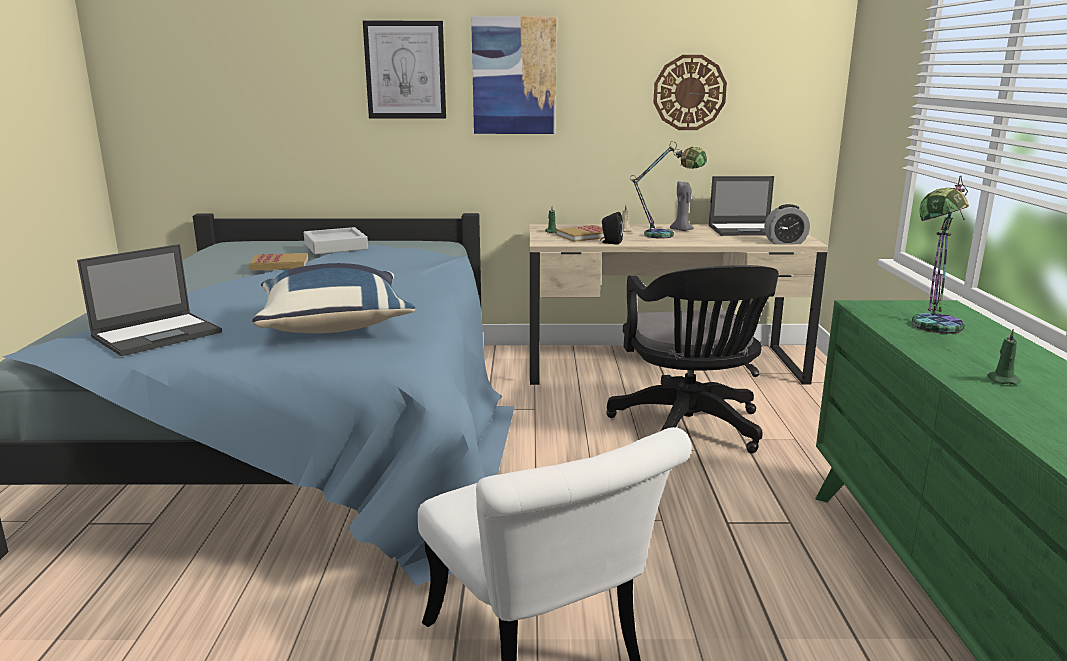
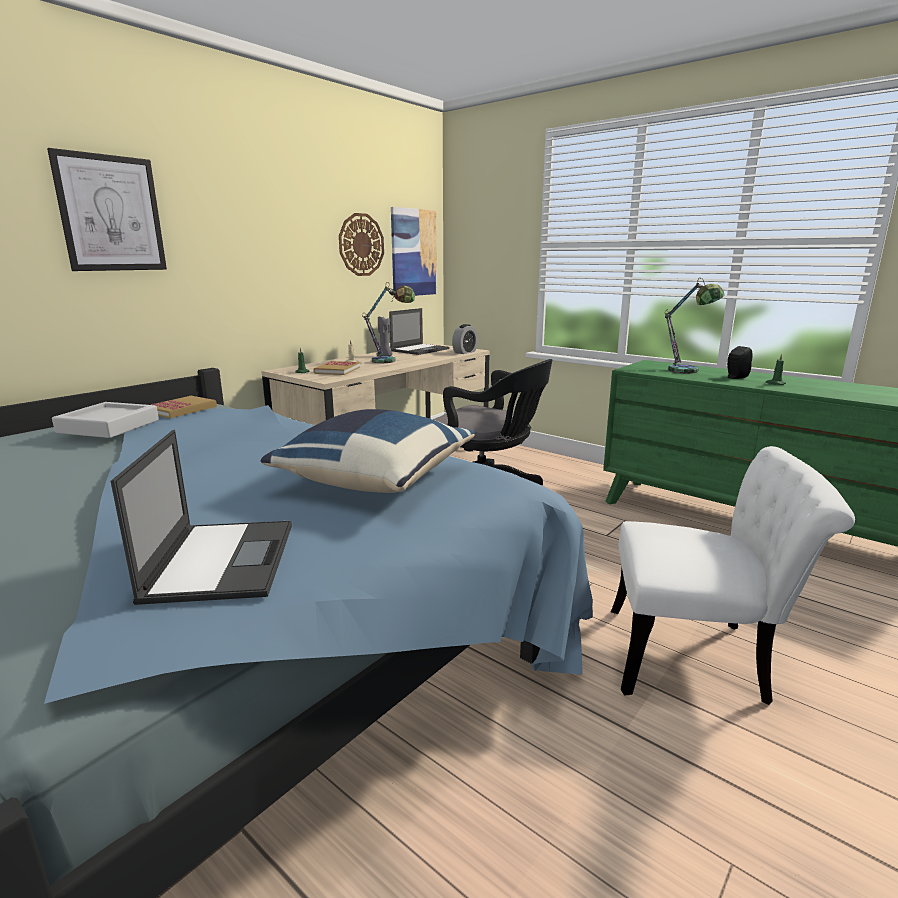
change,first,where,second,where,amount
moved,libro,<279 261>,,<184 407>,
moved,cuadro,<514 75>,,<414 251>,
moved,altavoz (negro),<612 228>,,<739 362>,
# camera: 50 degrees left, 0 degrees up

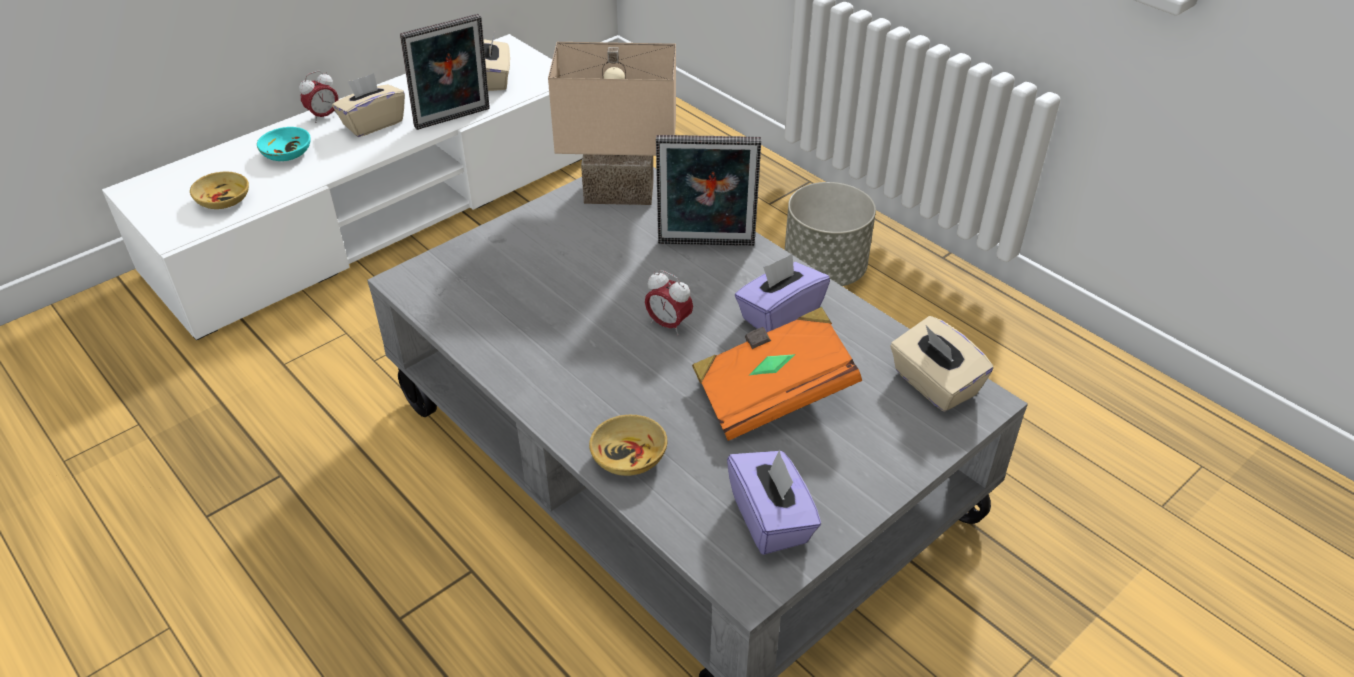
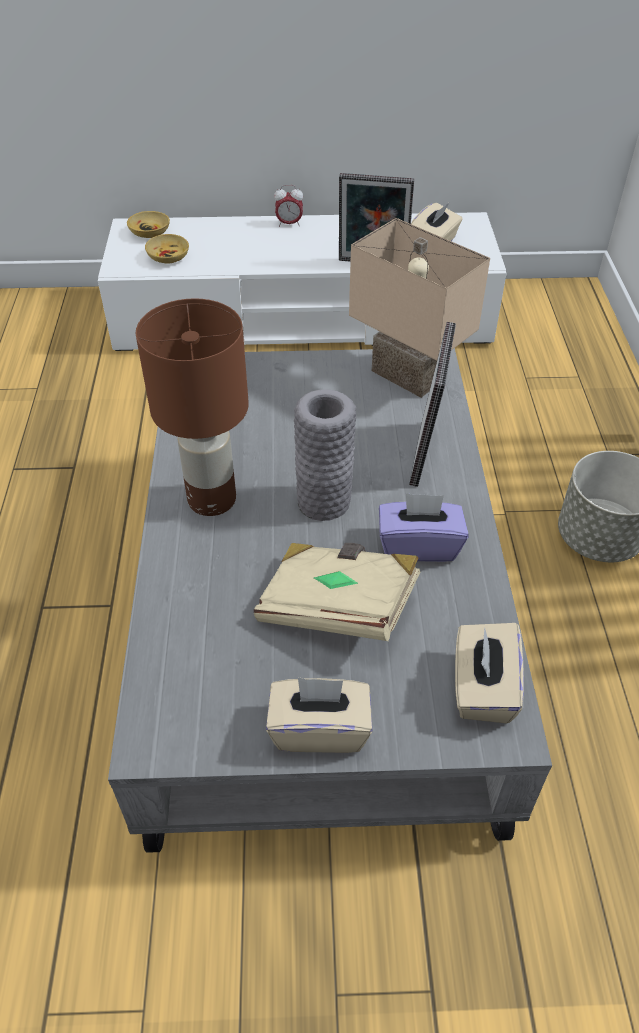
change,first,where,second,where,amount
removed,cuenco (turquesa),<284 144>,,,
removed,caja de pañuelos (morado),<774 502>,,,
added,,,lámpara de mesa (marrón),<192 407>,
moved,caja de pañuelos (beis),<368 105>,,<319 715>,
moved,cuenco (beis),<628 445>,,<148 224>,
replaced,despertador,<669 302>,florero (gris),<325 455>,
recoloured,libro (naranja),<777 374>,libro (beis),<337 592>,
turned,portarretratos,<708 190>,,<432 404>,120 degrees counterclockwise
# camera: 40 degrees right, 5 degrees up

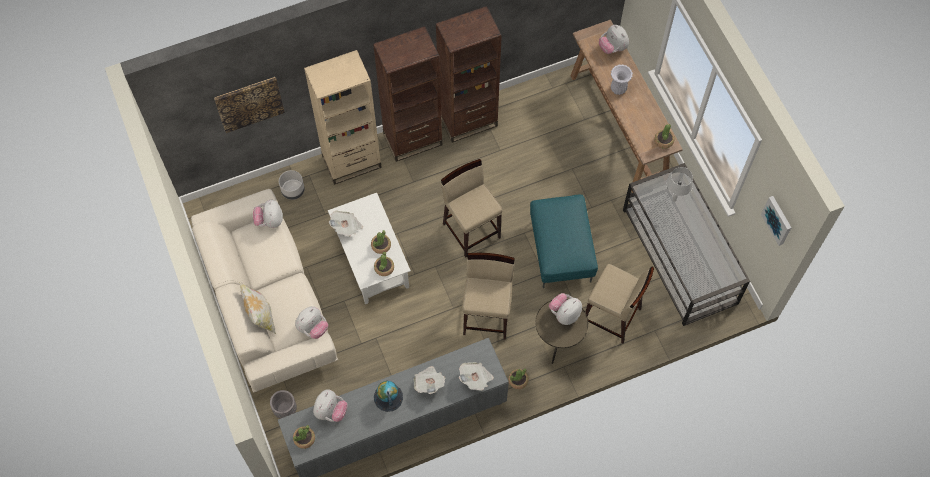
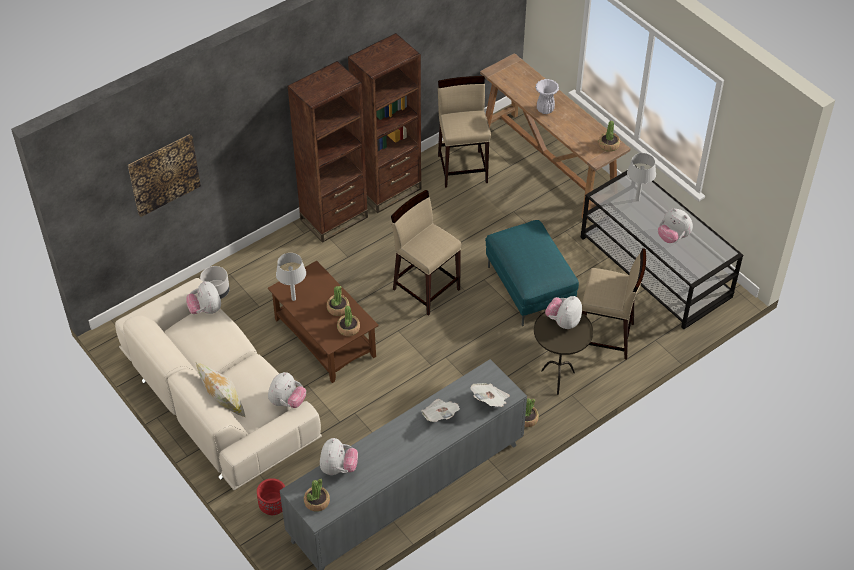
change,first,where,second,where,amount
removed,estantería (beis),<343 117>,,,
removed,globo terráqueo,<388 396>,,,
removed,cuadro,<776 221>,,,
moved,taburete (beis),<488 296>,,<464 132>,
moved,peluche,<614 39>,,<675 225>,
replaced,periódico,<346 224>,lámpara de mesa (gris),<291 277>,
recoloured,maceta (gris),<283 404>,maceta (rojo),<271 496>,
recoloured,mesa de centro (blanco),<369 248>,mesa de centro (marrón),<323 322>,
# camera: 15 degrees left, 15 degrees down

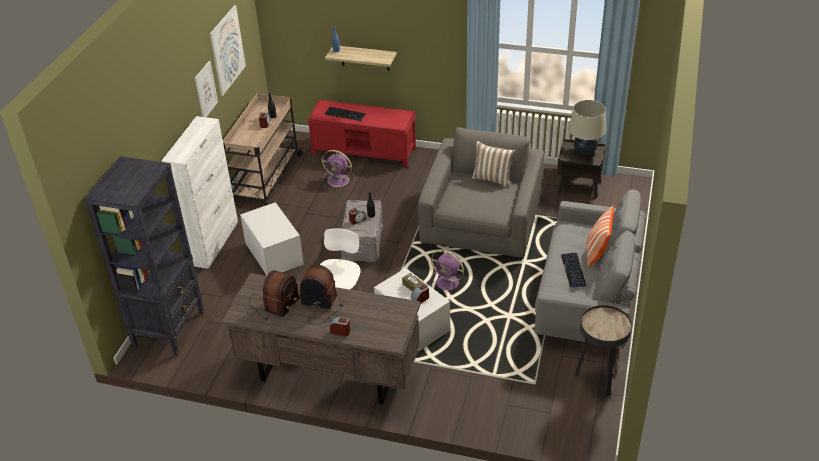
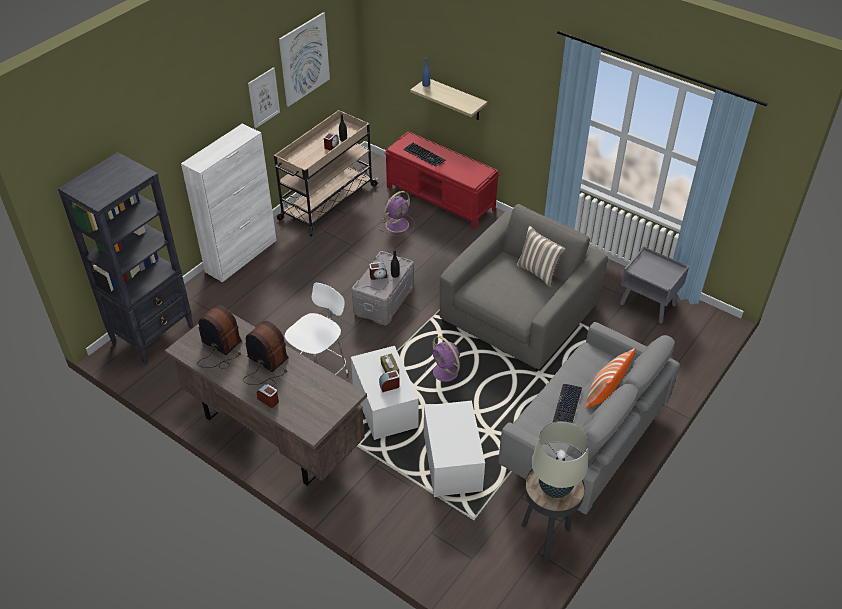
change,first,where,second,where,amount
moved,caja de almacenaje (blanco),<272 238>,,<454 449>,
moved,lámpara de mesa (beis),<587 128>,,<560 459>,
recoloured,mesita de noche (marrón),<581 168>,mesita de noche (gris),<654 285>,
turned,radio,<273 295>,,<219 337>,105 degrees counterclockwise
turned,ventilador (morado),<338 170>,,<397 213>,90 degrees counterclockwise
# camera: 20 degrees right, 5 degrees up

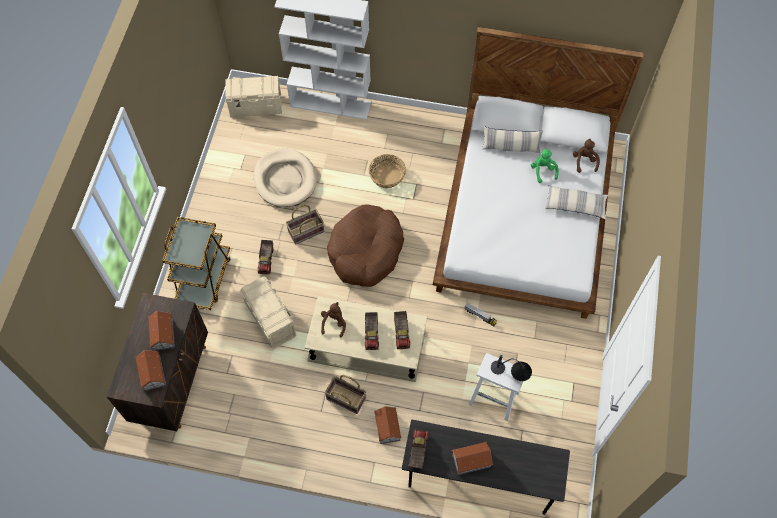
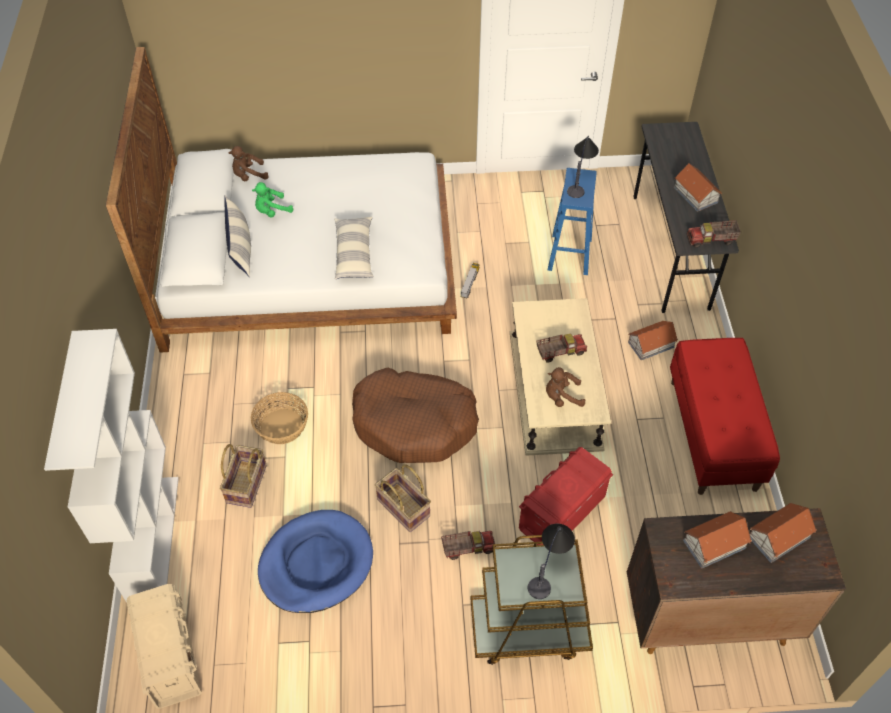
change,first,where,second,where,amount
removed,camión de juguete,<402 330>,,,
added,,,lámpara de mesa,<551 561>,
added,,,banco (rojo),<725 416>,
moved,cesta,<345 394>,,<243 476>,
moved,cojín,<576 202>,,<354 248>,
recoloured,caja de almacenaje (beis),<268 312>,caja de almacenaje (rojo),<566 496>,
recoloured,cama para perro (beis),<285 177>,cama para perro (azul),<315 561>,
recoloured,taburete (blanco),<496 387>,taburete (azul),<572 221>,
# camera: 105 degrees left, 10 degrees down

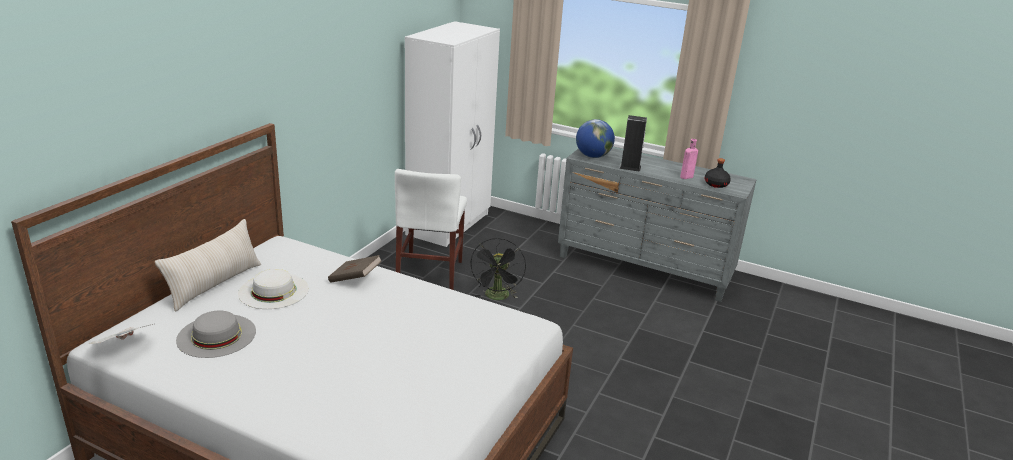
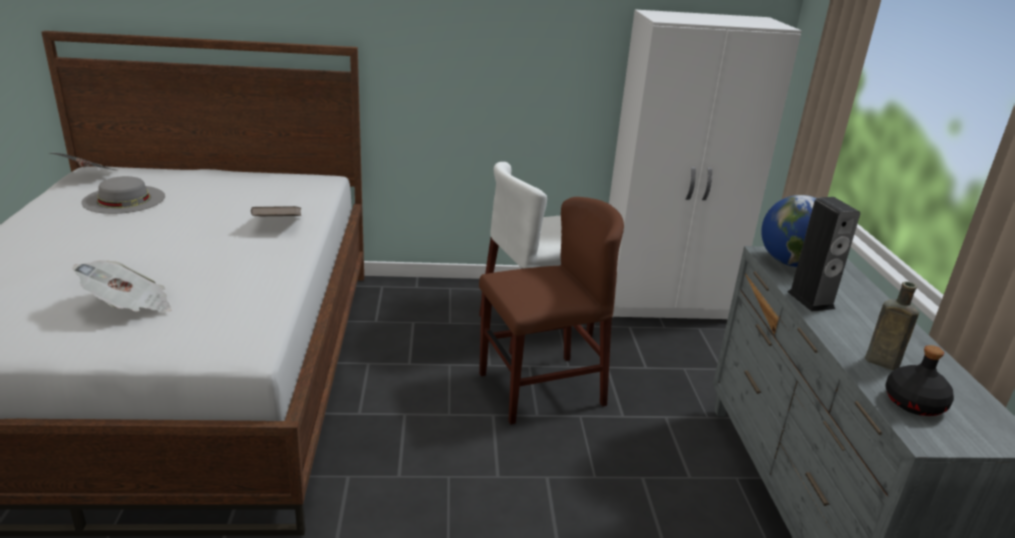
change,first,where,second,where,amount
removed,cojín (beis),<208 265>,,,
removed,sombrero (blanco),<273 289>,,,
added,,,periódico,<122 286>,
replaced,ventilador (negro),<498 269>,silla (marrón),<551 311>,
recoloured,botella (rosa),<689 159>,botella (marrón),<892 325>,
# camera: 60 degrees right, 0 degrees up

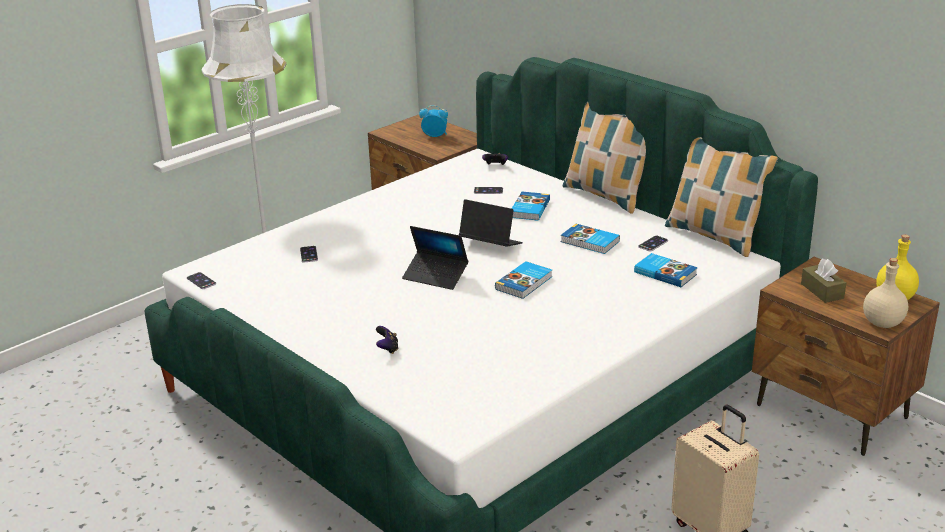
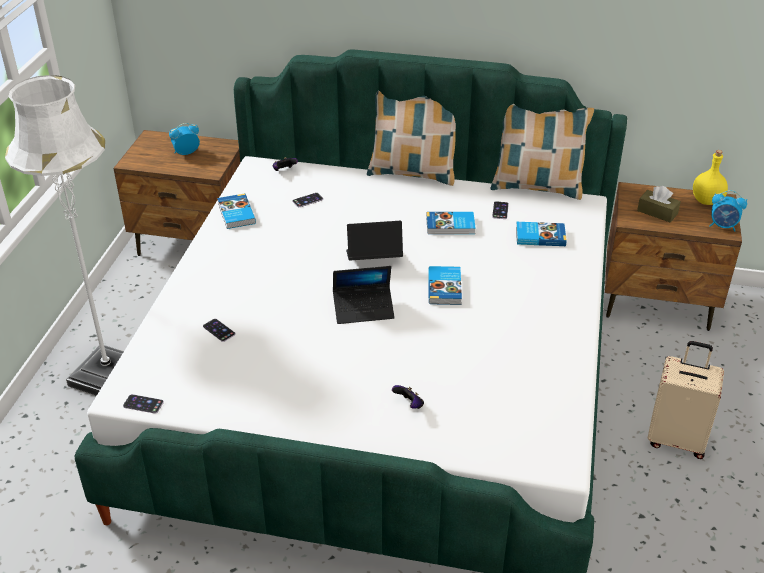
change,first,where,second,where,amount
moved,libro,<531 206>,,<236 211>,
replaced,botella (beis),<885 293>,despertador,<728 211>,
# camera: 35 degrees left, 10 degrees up

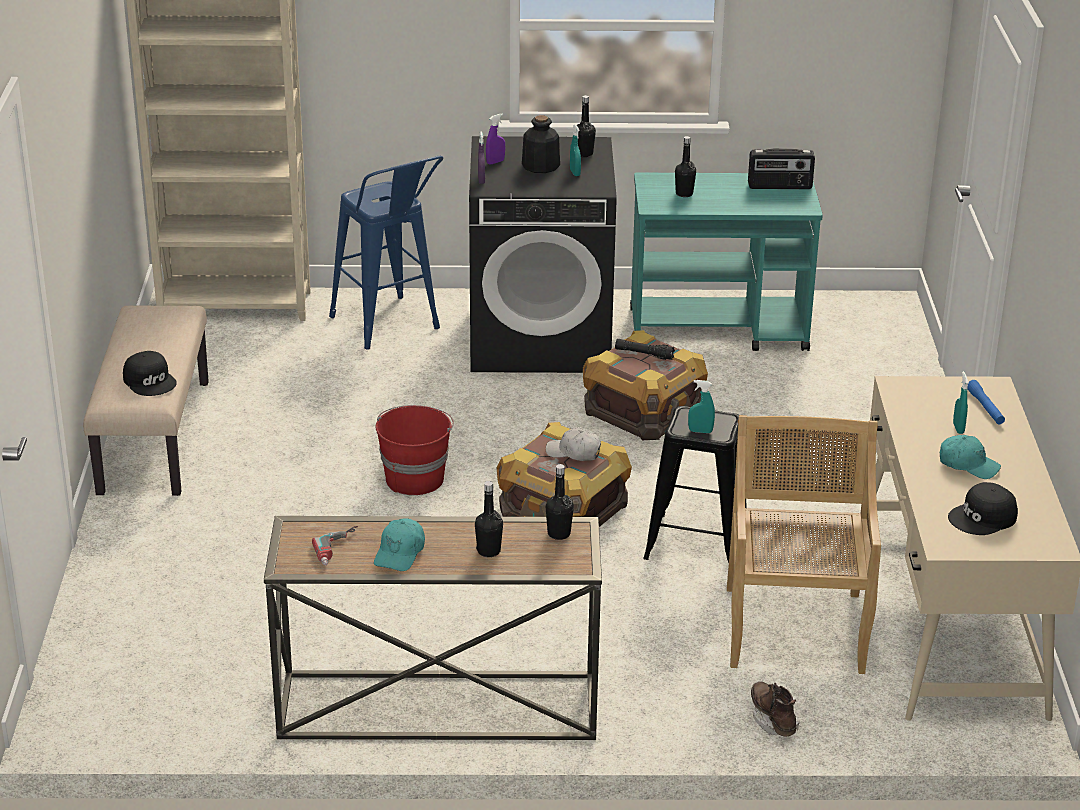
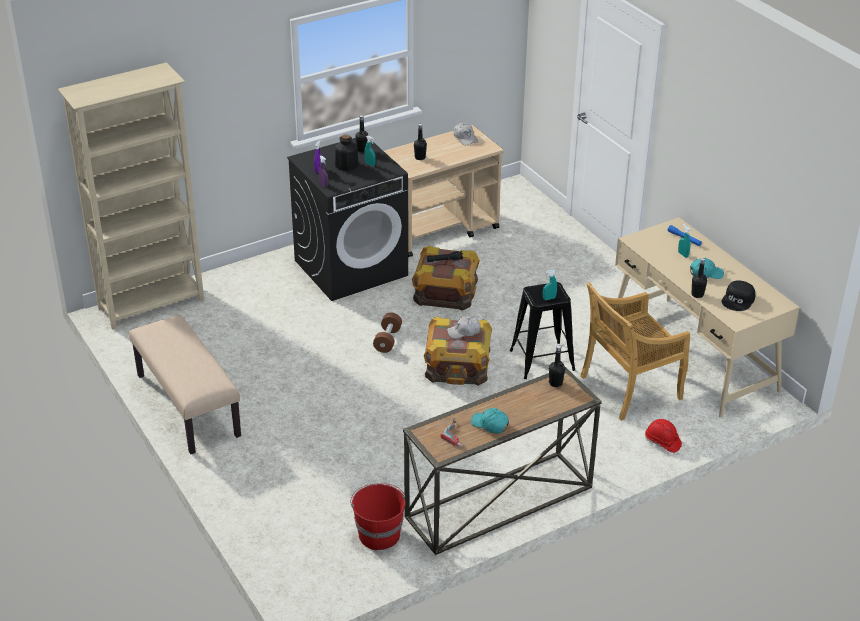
change,first,where,second,where,amount
removed,gorra (negro),<150 373>,,,
removed,taburete (azul),<386 252>,,,
added,,,mancuerna (marrón),<387 332>,
moved,cubo (rojo),<415 450>,,<378 516>,
moved,botella (negro),<489 519>,,<699 278>,
replaced,radio,<781 168>,gorra (blanco),<466 134>,
replaced,bota (marrón),<775 709>,casco (rojo),<663 436>,
recoloured,carrito (turquesa),<726 262>,carrito (beis),<443 191>,
turned,gorra (turquesa),<399 545>,,<490 421>,135 degrees clockwise
turned,silla (beis),<804 544>,,<635 351>,90 degrees counterclockwise
# camera: 30 degrees left, 5 degrees up

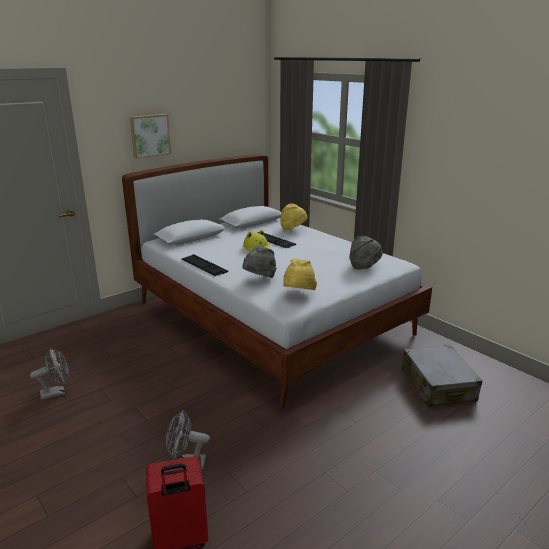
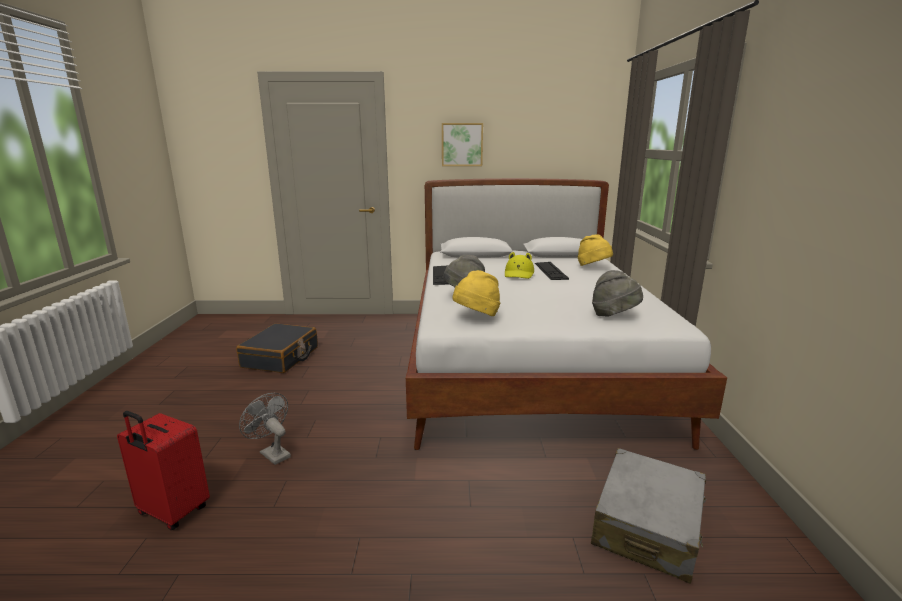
change,first,where,second,where,amount
replaced,ventilador (gris),<49 374>,maleta (negro),<277 348>,
# camera: 40 degrees right, 5 degrees down

